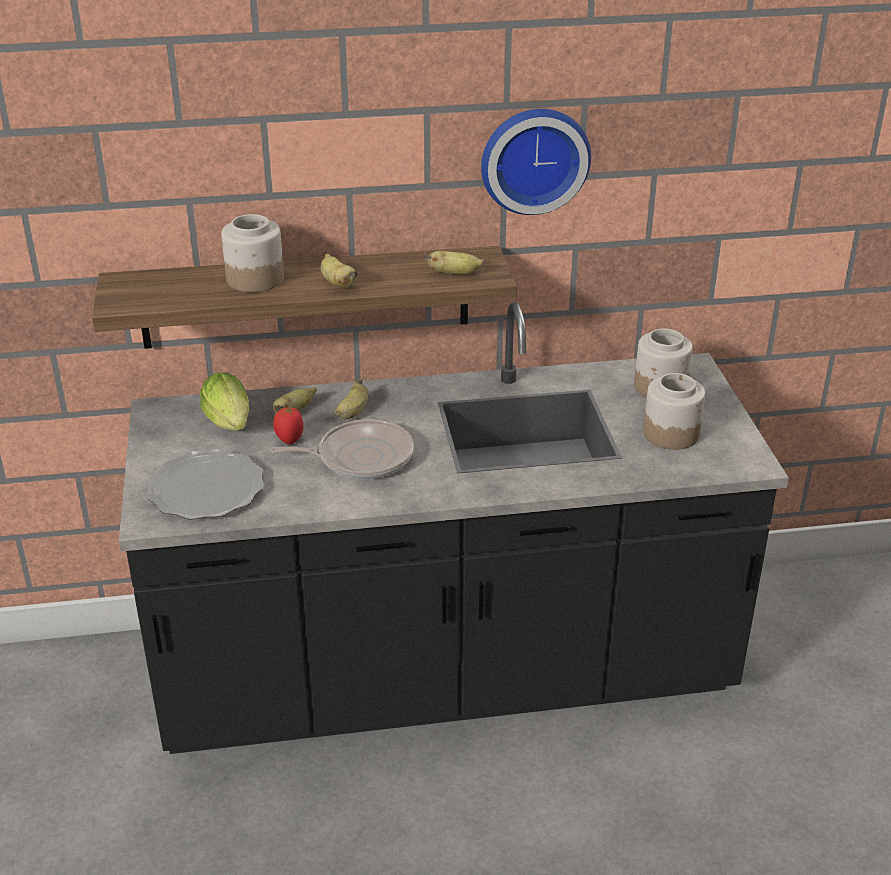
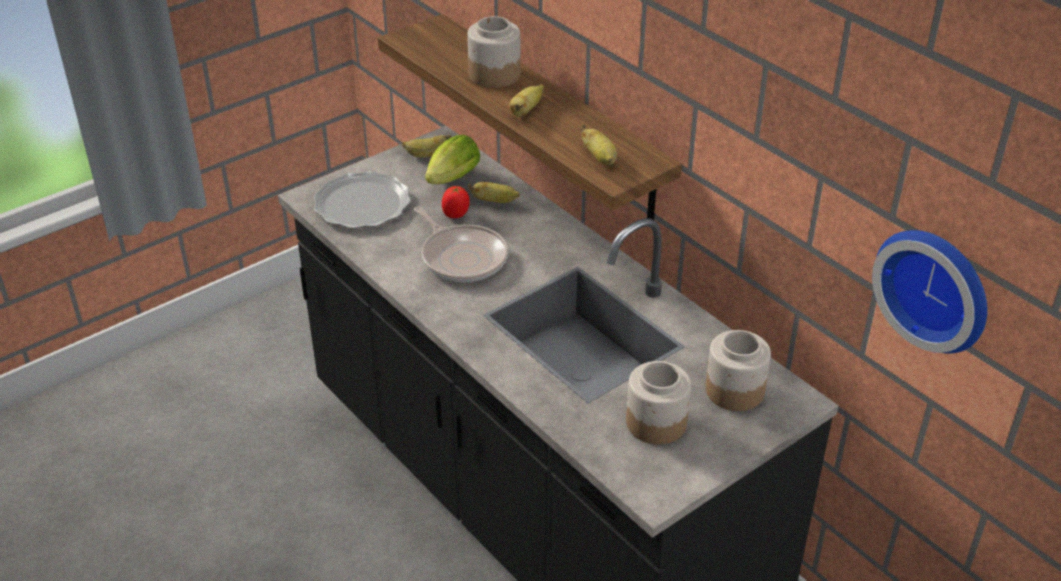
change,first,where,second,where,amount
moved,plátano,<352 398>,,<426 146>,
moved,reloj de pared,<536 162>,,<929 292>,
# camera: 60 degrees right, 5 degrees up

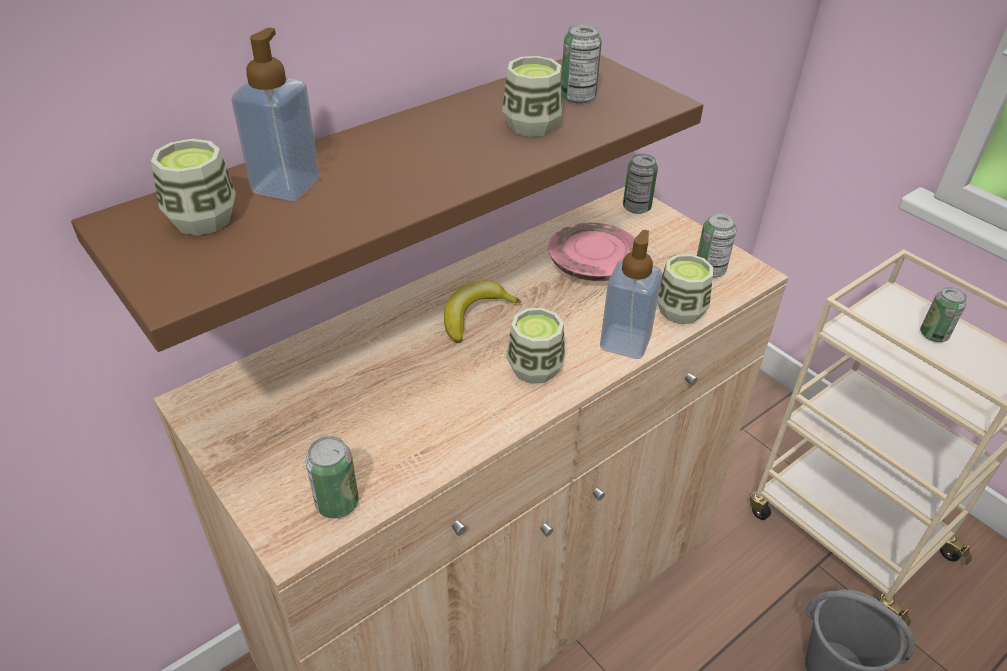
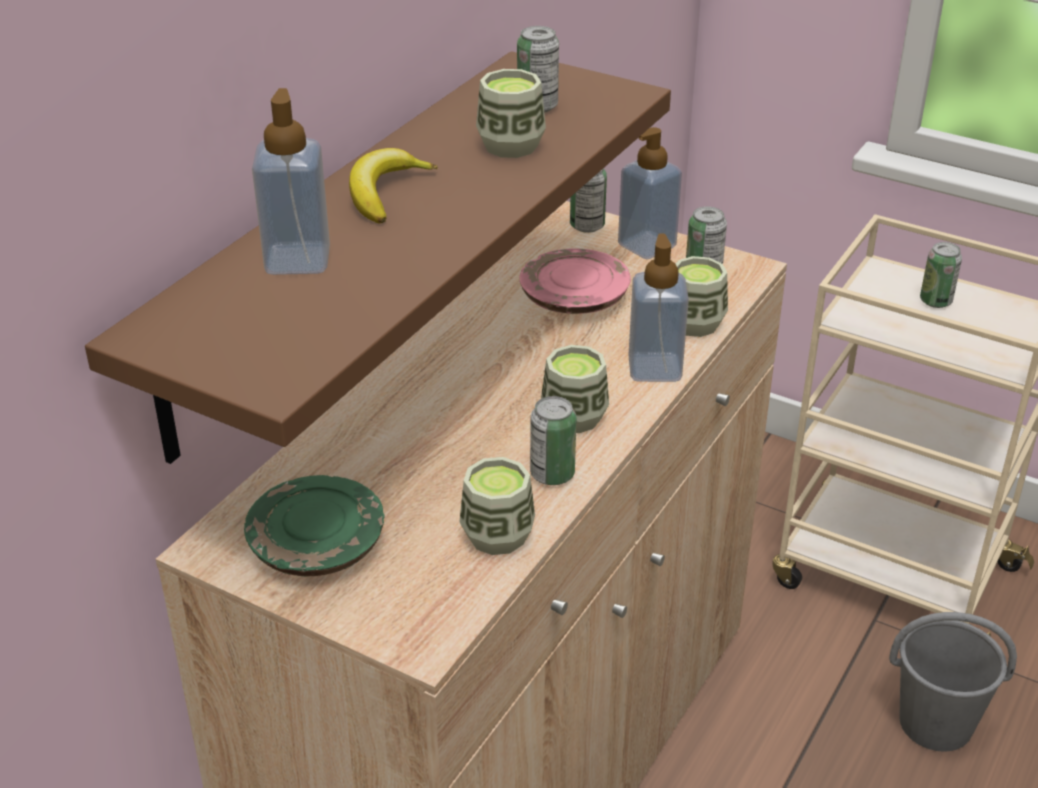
change,first,where,second,where,amount
added,,,plato (verde),<314 525>,
added,,,dispensador de jabón,<650 193>,
moved,taza,<193 187>,,<497 506>,
moved,lata,<332 477>,,<553 440>,
moved,plátano,<482 311>,,<393 185>,
# camera: 20 degrees left, 5 degrees down

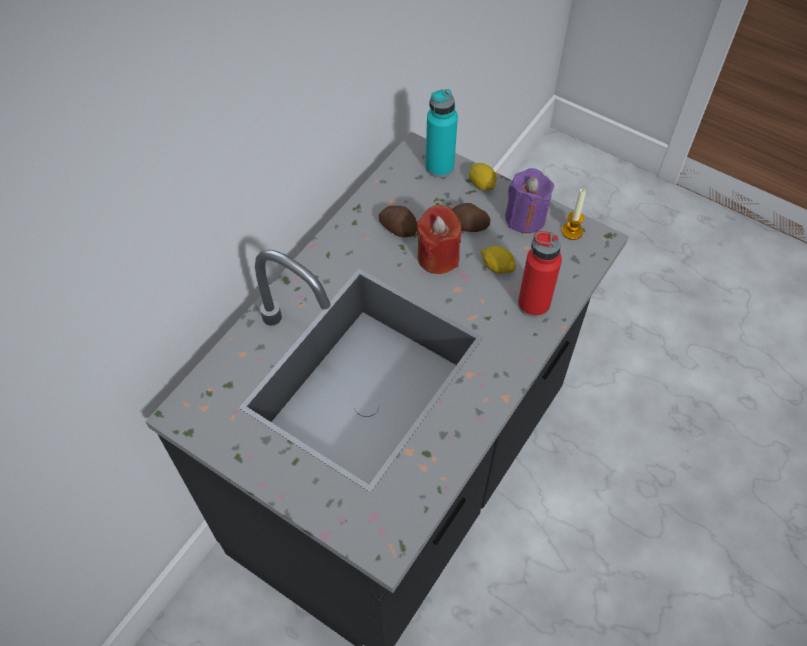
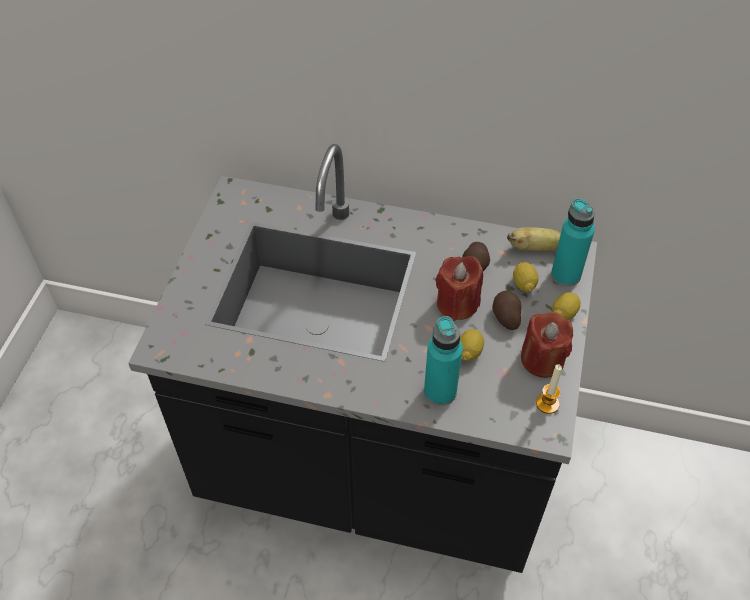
change,first,where,second,where,amount
added,,,plátano,<534 239>,
added,,,limón,<526 277>,
recoloured,vela (morado),<529 200>,vela (rojo),<547 345>,
recoloured,botella (rojo),<540 274>,botella (turquesa),<443 361>,
# camera: 70 degrees right, 5 degrees down

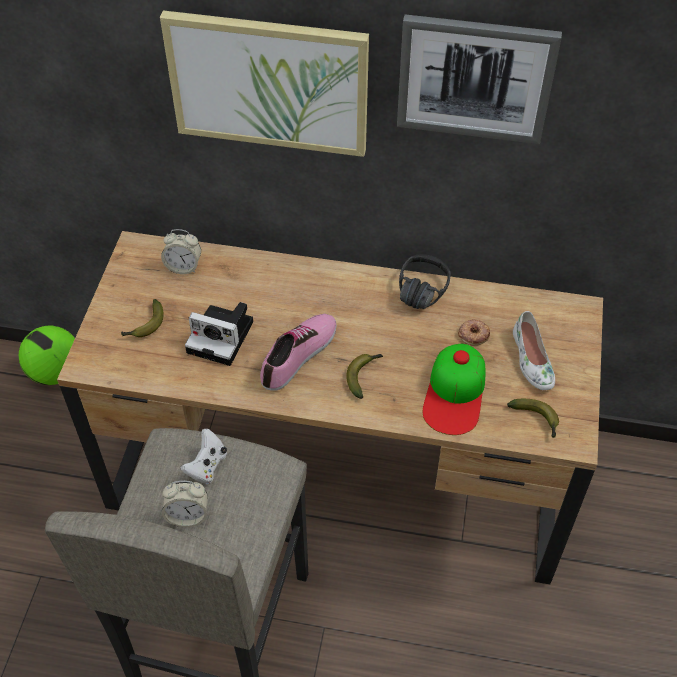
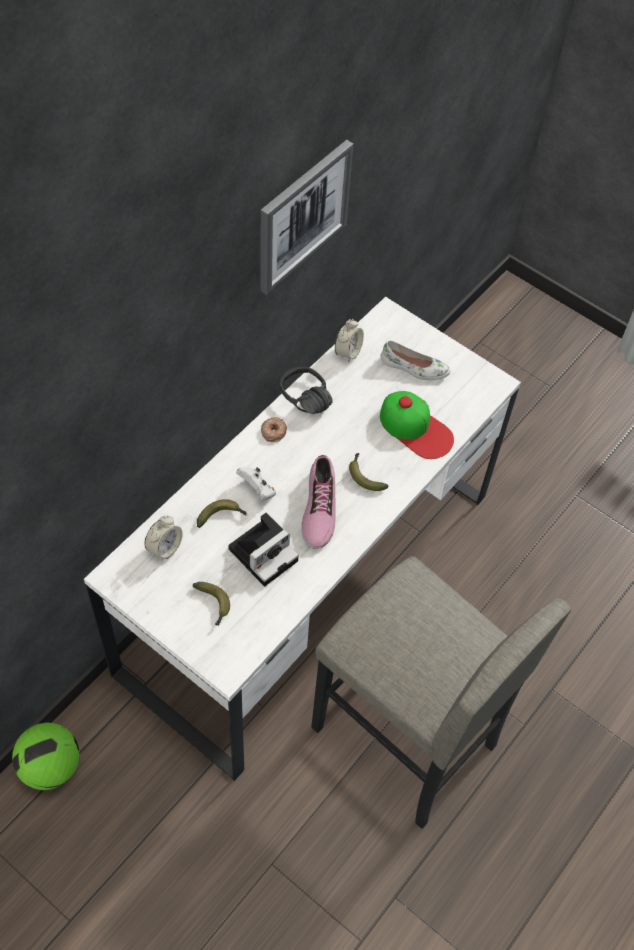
change,first,where,second,where,amount
removed,cuadro,<264 83>,,,
moved,despertador,<185 504>,,<349 340>,
moved,mando de consola (blanco),<203 456>,,<256 483>,
moved,rosquilla,<474 332>,,<274 429>,
moved,plátano,<533 418>,,<222 513>,
recoloured,escritorio (marrón),<330 407>,escritorio (blanco),<302 539>,
turned,zapato,<298 352>,,<318 502>,150 degrees counterclockwise
# camera: 65 degrees left, 5 degrees up

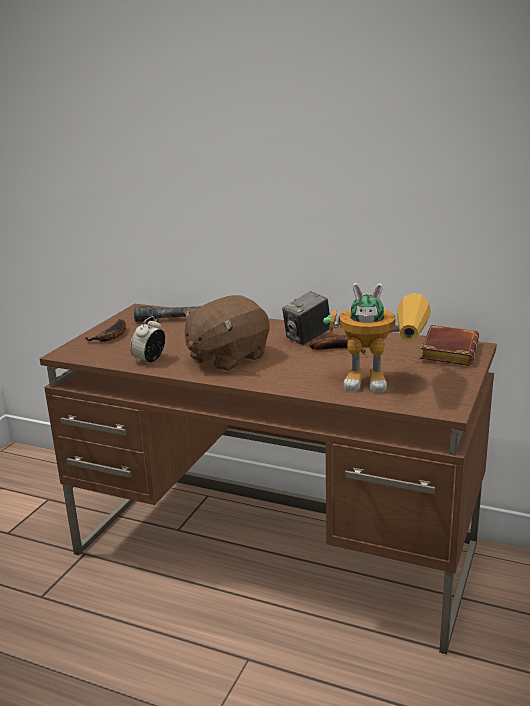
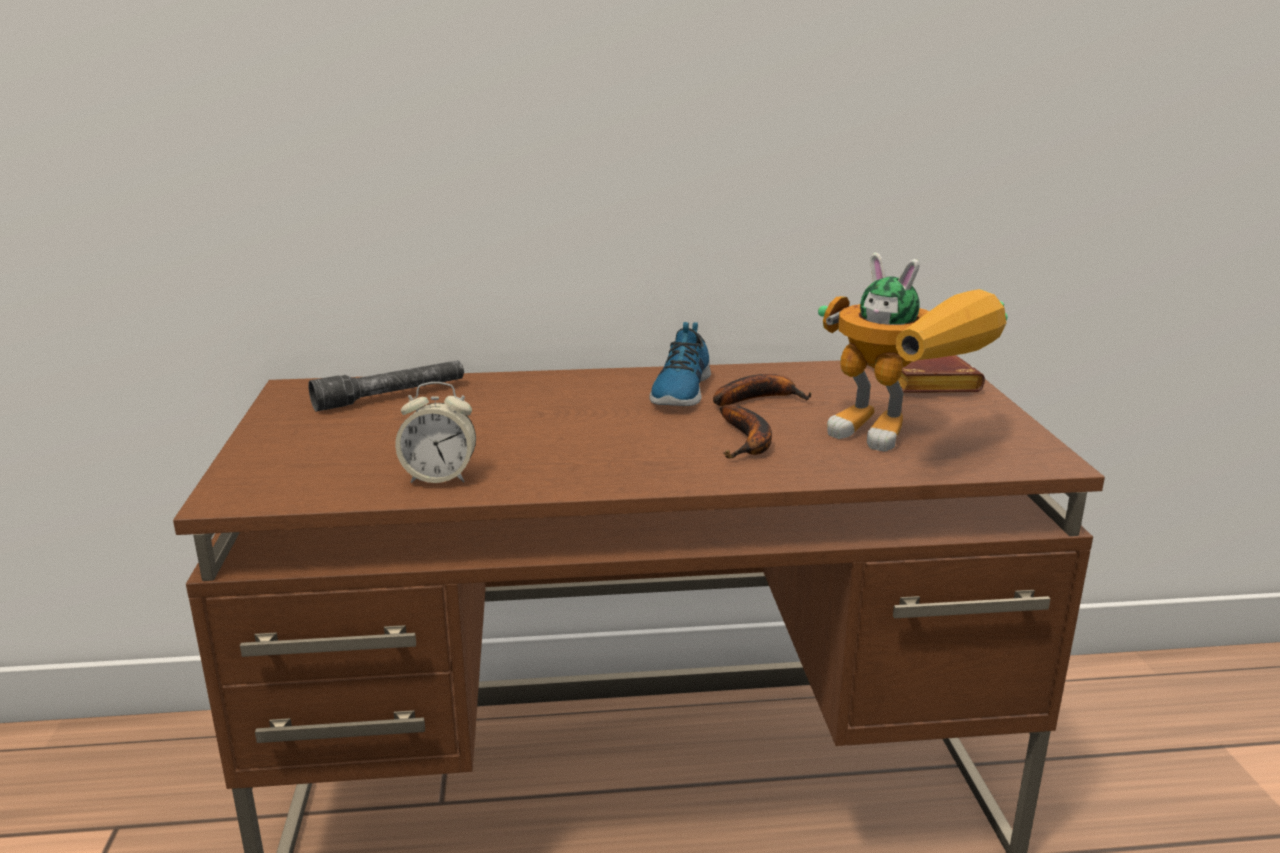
change,first,where,second,where,amount
removed,peluche (marrón),<226 333>,,,
moved,plátano,<105 330>,,<746 432>,
replaced,cámara,<306 318>,zapato,<680 364>,
turned,despertador,<147 339>,,<435 432>,90 degrees counterclockwise
turned,robot de juguete,<377 338>,,<913 352>,60 degrees clockwise
# camera: 30 degrees left, 0 degrees up

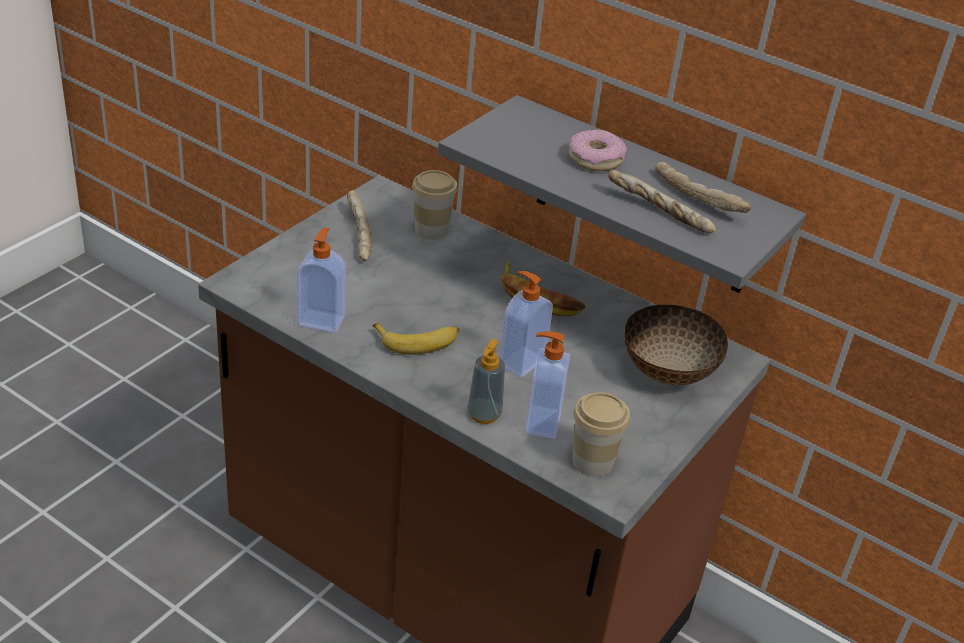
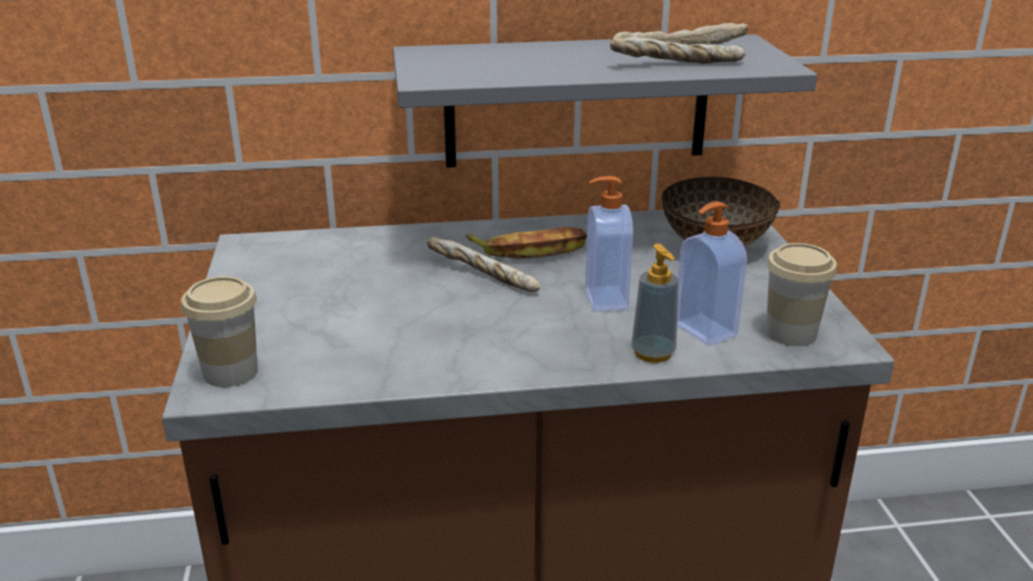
change,first,where,second,where,amount
removed,dispensador de jabón,<321 280>,,,
removed,plátano,<416 339>,,,
removed,rosquilla,<598 150>,,,
moved,pan,<359 225>,,<484 264>,
moved,taza,<434 205>,,<219 331>,
# camera: 40 degrees left, 10 degrees down

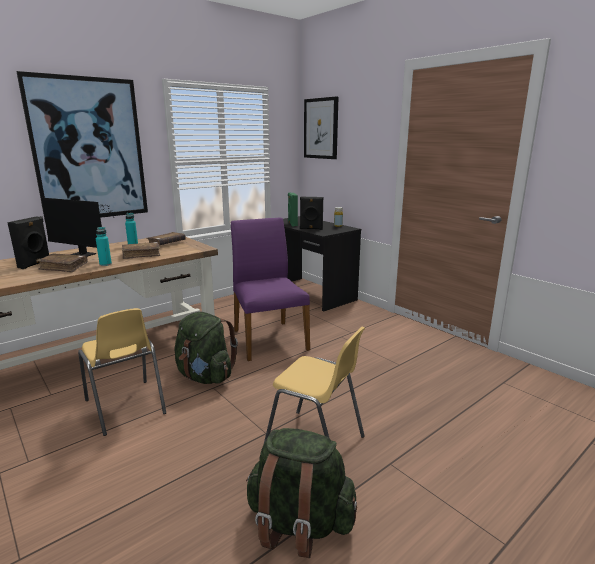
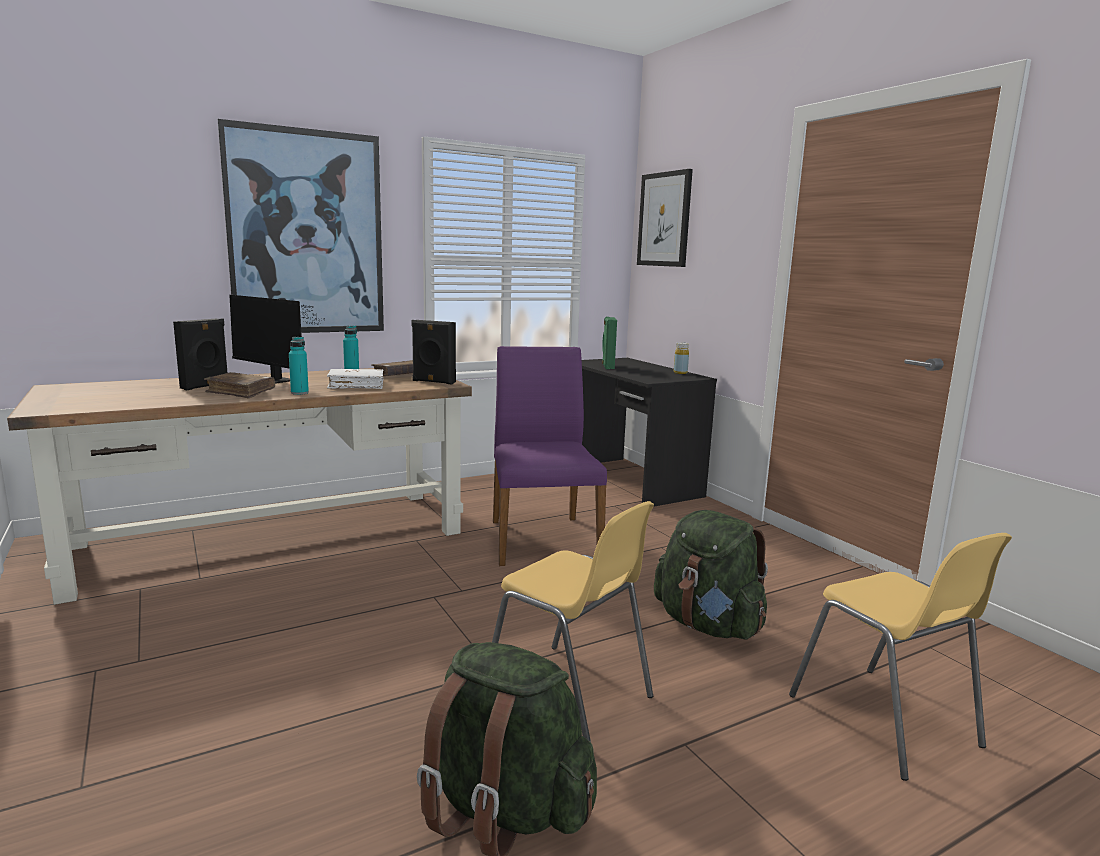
change,first,where,second,where,amount
moved,silla (amarillo),<122 372>,,<900 657>,
moved,mochila (verde),<206 348>,,<711 574>,
moved,altavoz (negro),<311 213>,,<433 352>,
recoloured,libro (marrón),<141 250>,libro (blanco),<355 379>,
# camera: 10 degrees right, 5 degrees down

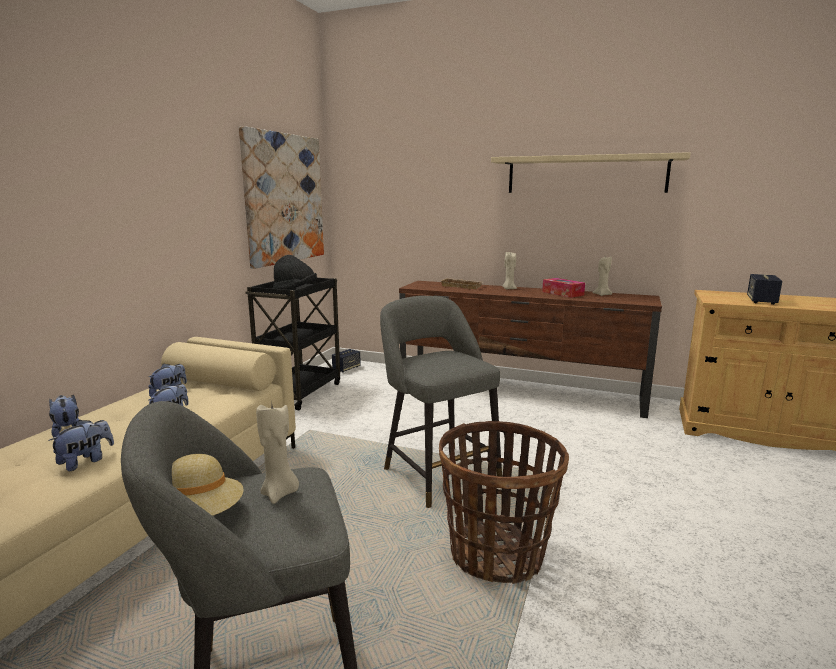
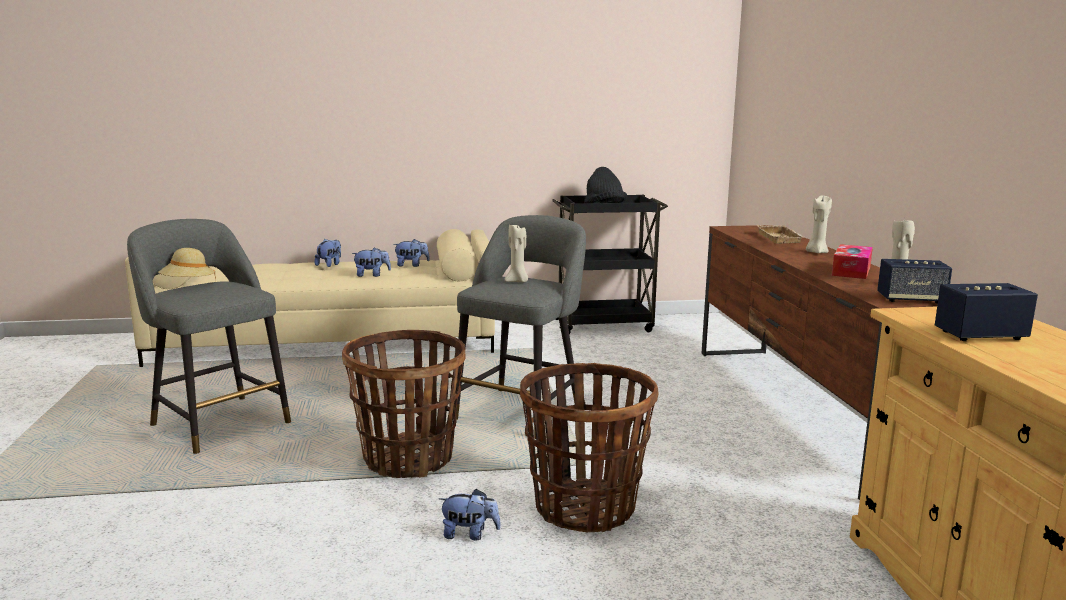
change,first,where,second,where,amount
removed,cuadro,<281 197>,,,
removed,estante (beis),<591 172>,,,
added,,,cesta,<589 447>,
moved,peluche,<81 445>,,<470 515>,
moved,vela (beis),<277 453>,,<516 253>,
moved,altavoz,<346 360>,,<914 281>,
# camera: 60 degrees right, 0 degrees up

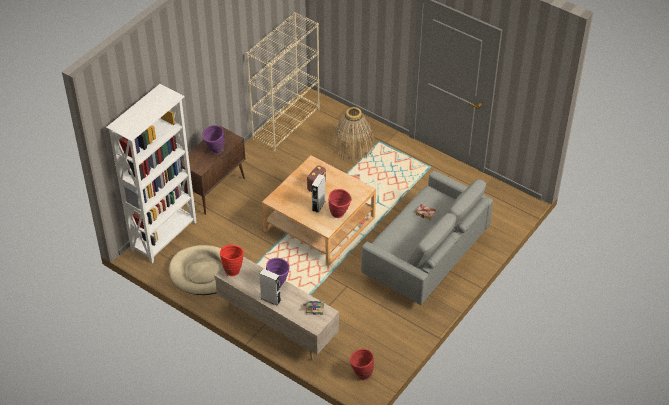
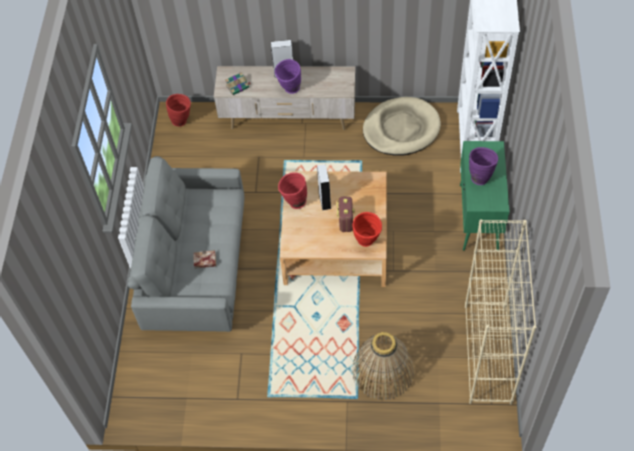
change,first,where,second,where,amount
moved,florero (rojo),<232 260>,,<367 229>,
recoloured,armario (marrón),<212 170>,armario (verde),<484 196>,
# camera: 150 degrees right, 10 degrees up

